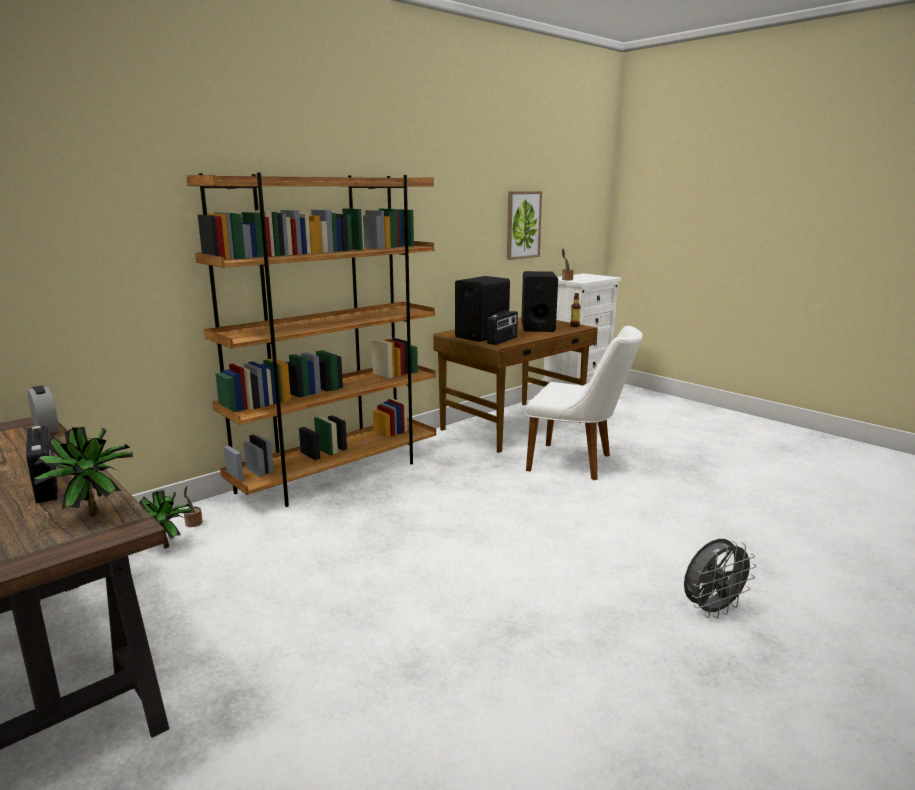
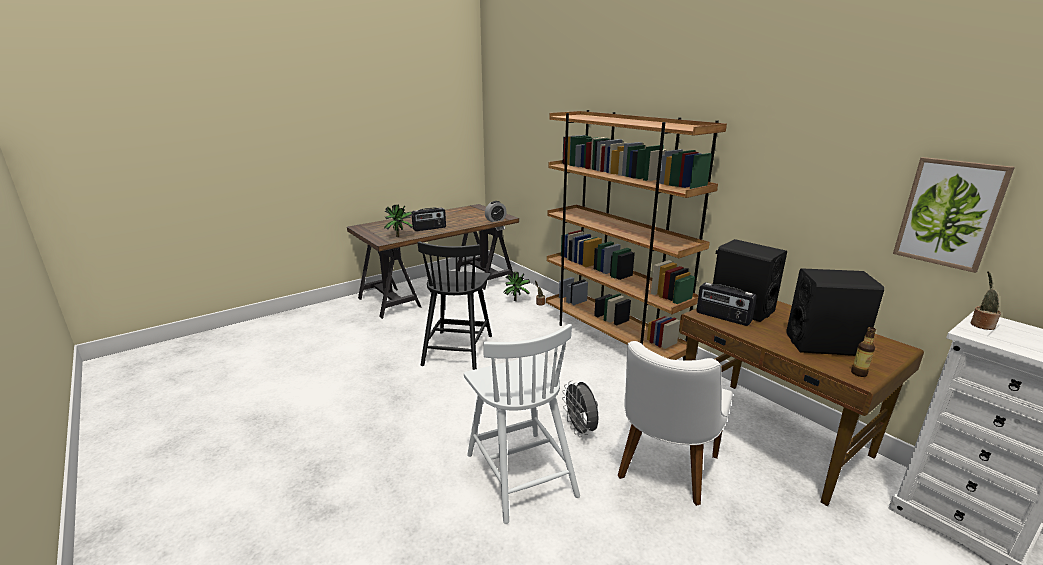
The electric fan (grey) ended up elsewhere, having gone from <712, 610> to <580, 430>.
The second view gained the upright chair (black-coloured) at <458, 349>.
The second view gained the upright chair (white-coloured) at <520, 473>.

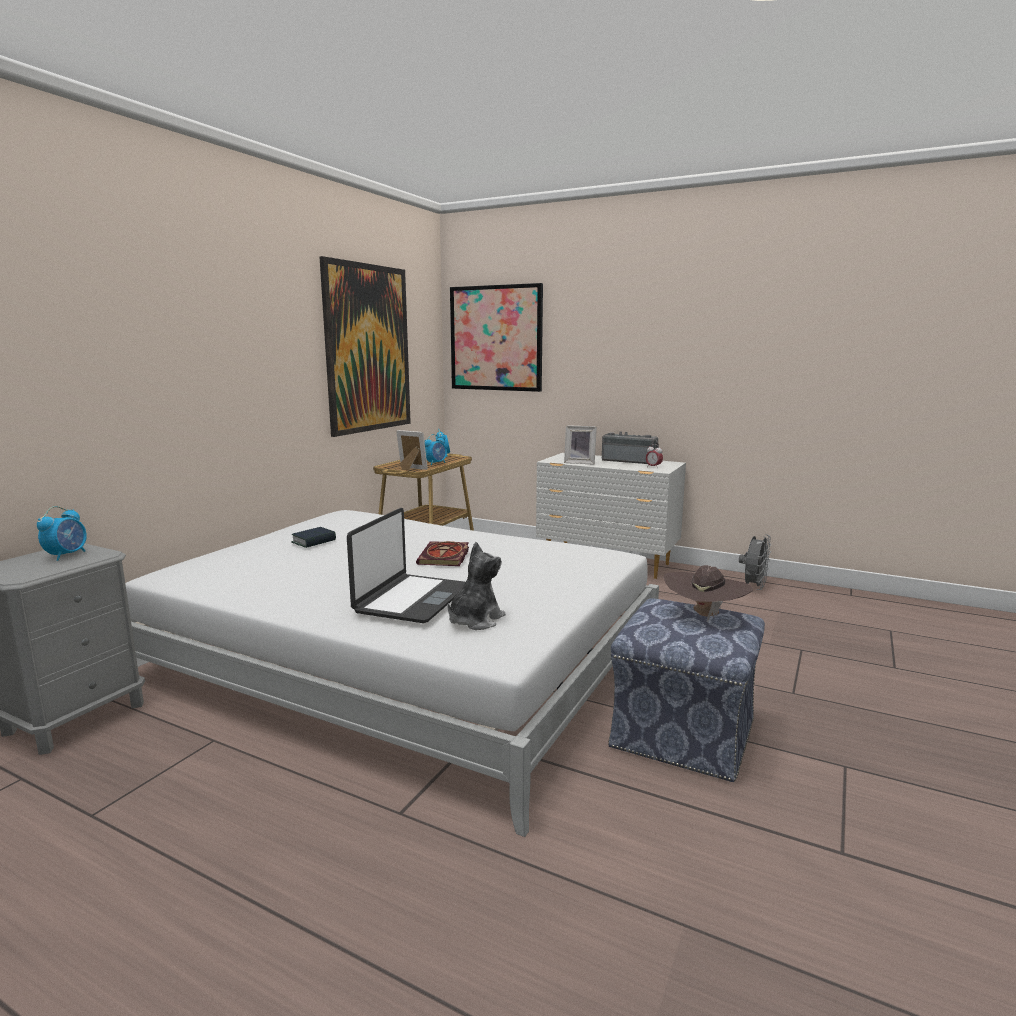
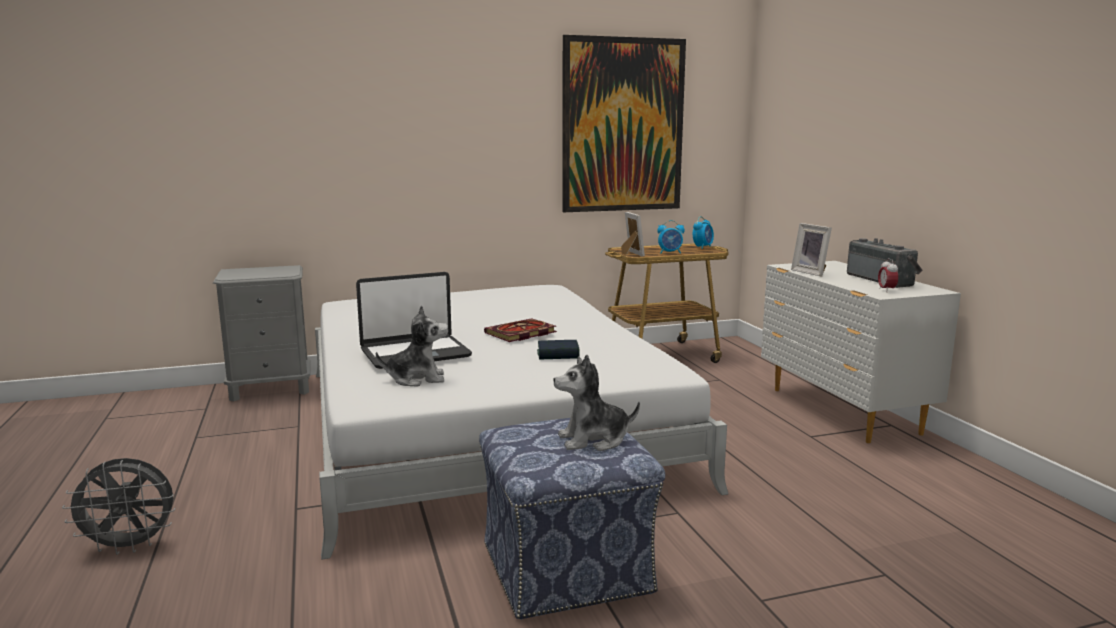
The second view lost the wall picture at <496, 338>.
The second view lost the alarm clock at <67, 555>.
The book ended up elsewhere, having gone from <314, 541> to <558, 355>.
The electric fan (grey) ended up elsewhere, having gone from <753, 587> to <130, 546>.
Where the clothing hat (brown-coloured) stood at <704, 616>, the plush toy came to stand at <593, 440>.

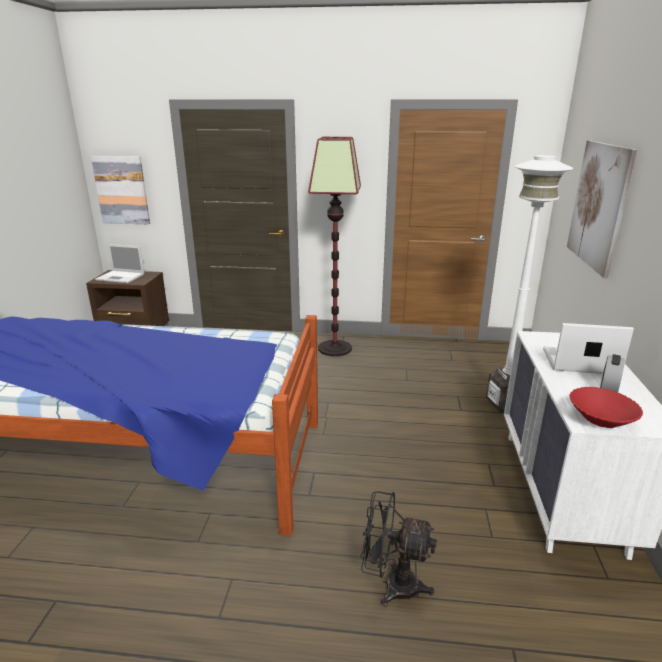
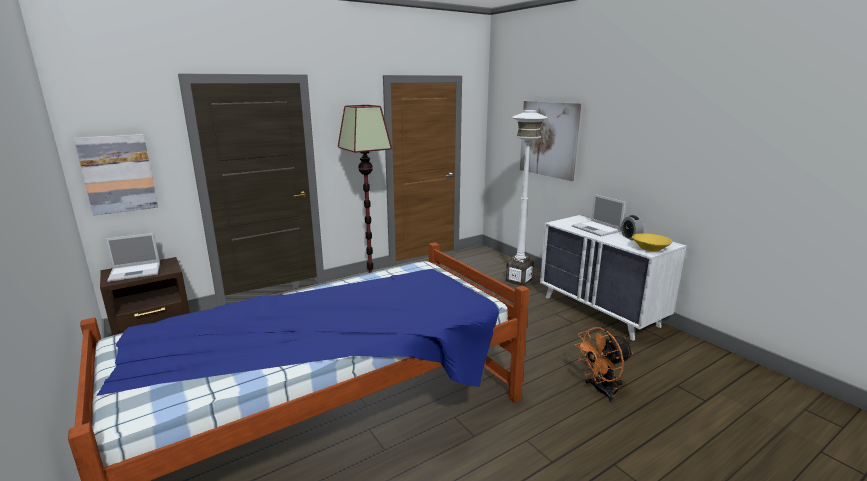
The notebook computer at <578, 362> ended up facing another way, 90 degrees counterclockwise from before.
What was the serving bowl (reddish) at <600, 419> turned into the serving bowl (yellow) at <650, 249>.
What was the electric fan (black-coloured) at <392, 584> turned into the electric fan (orange) at <600, 391>.

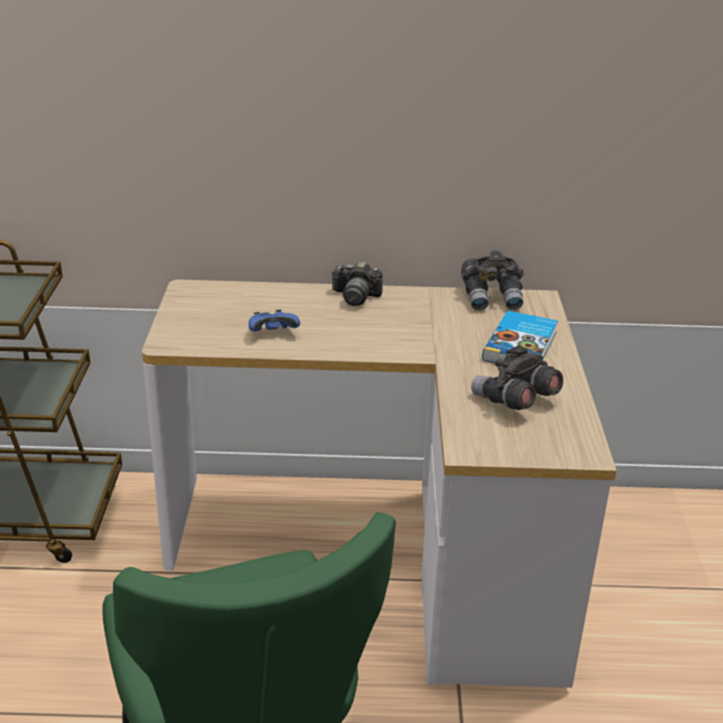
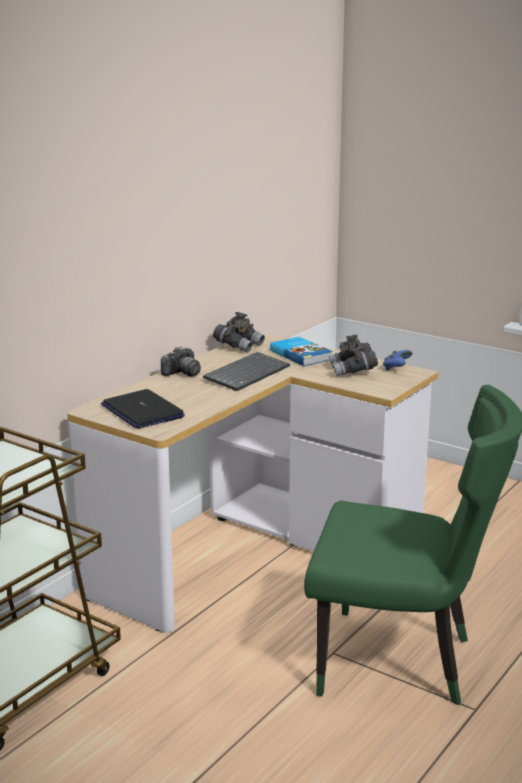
The joypad (blue) ended up elsewhere, having gone from <273, 333> to <396, 368>.
The second view gained the PC keyboard at <246, 373>.
The second view gained the notebook computer at <142, 411>.

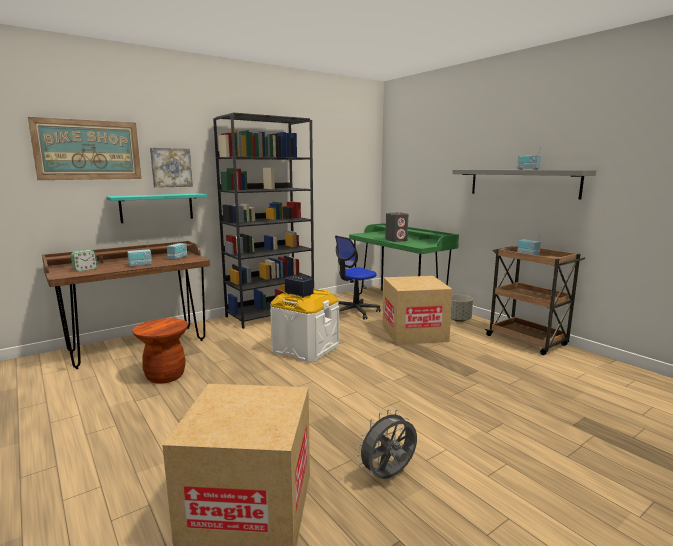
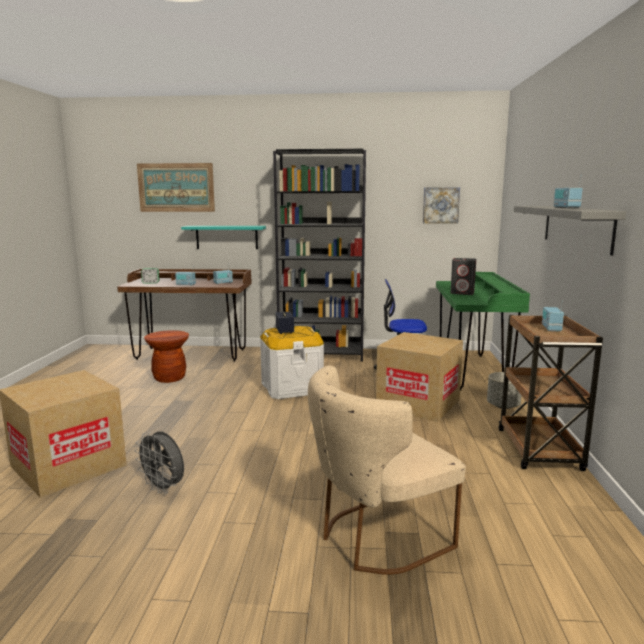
The wall picture ended up elsewhere, having gone from <171, 167> to <440, 205>.
The electric fan (grey) at <388, 476> ended up facing another way, 150 degrees counterclockwise from before.
The second view gained the upright chair (sand-coloured) at <376, 538>.

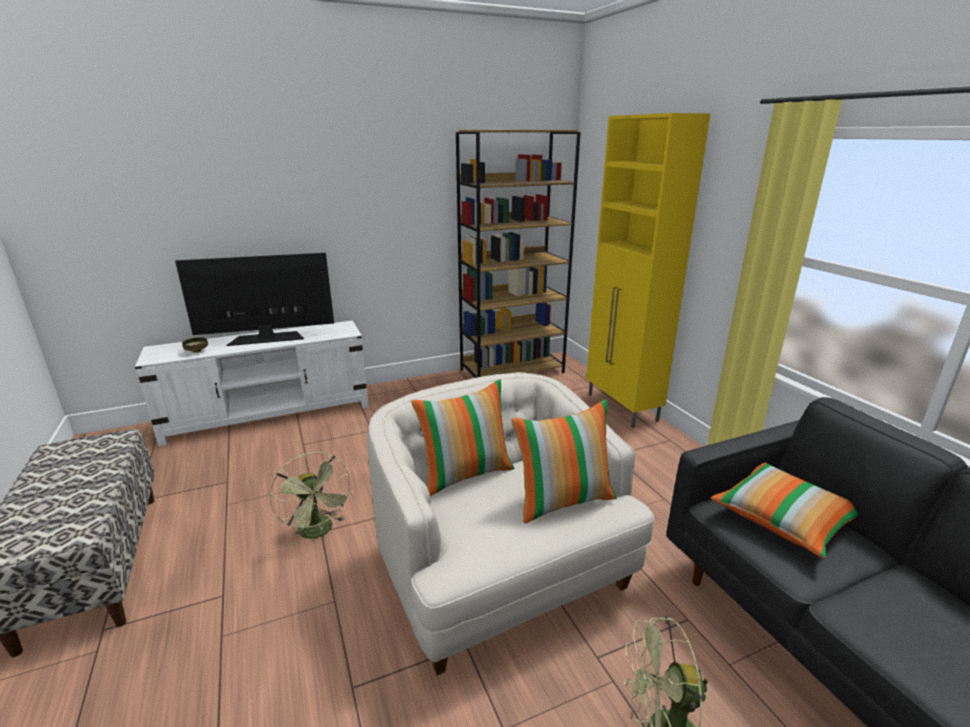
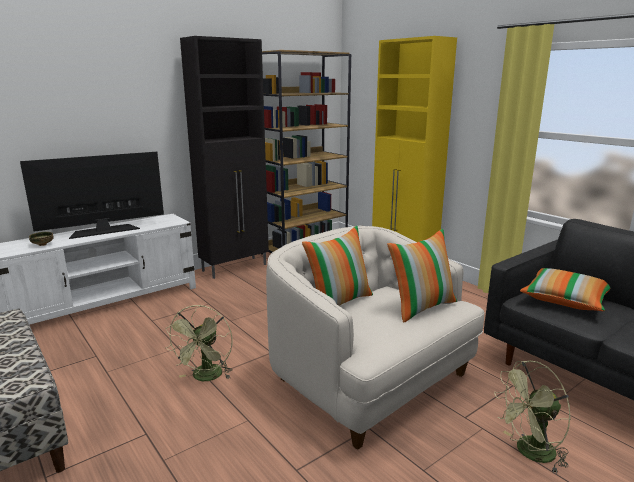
The electric fan (green-coloured) at <319, 532> ended up facing another way, 60 degrees clockwise from before.
The second view gained the cabinet (black-coloured) at <235, 267>.

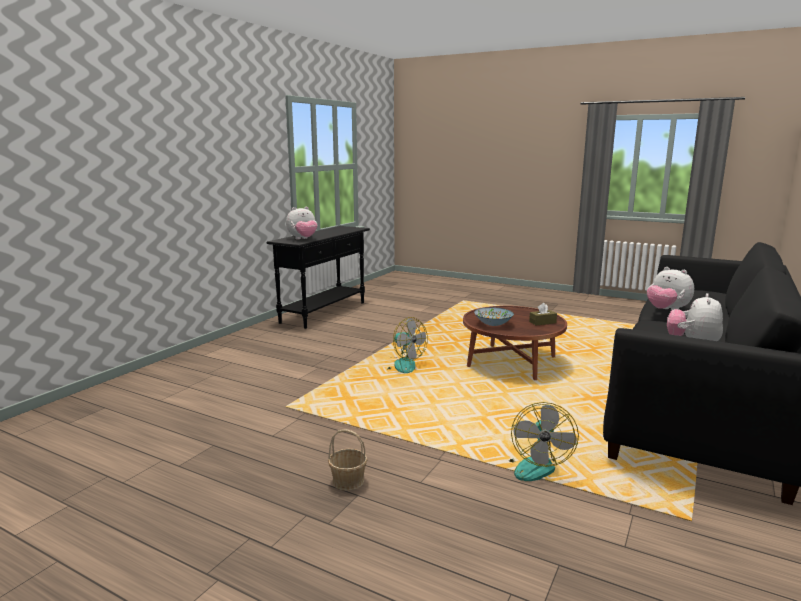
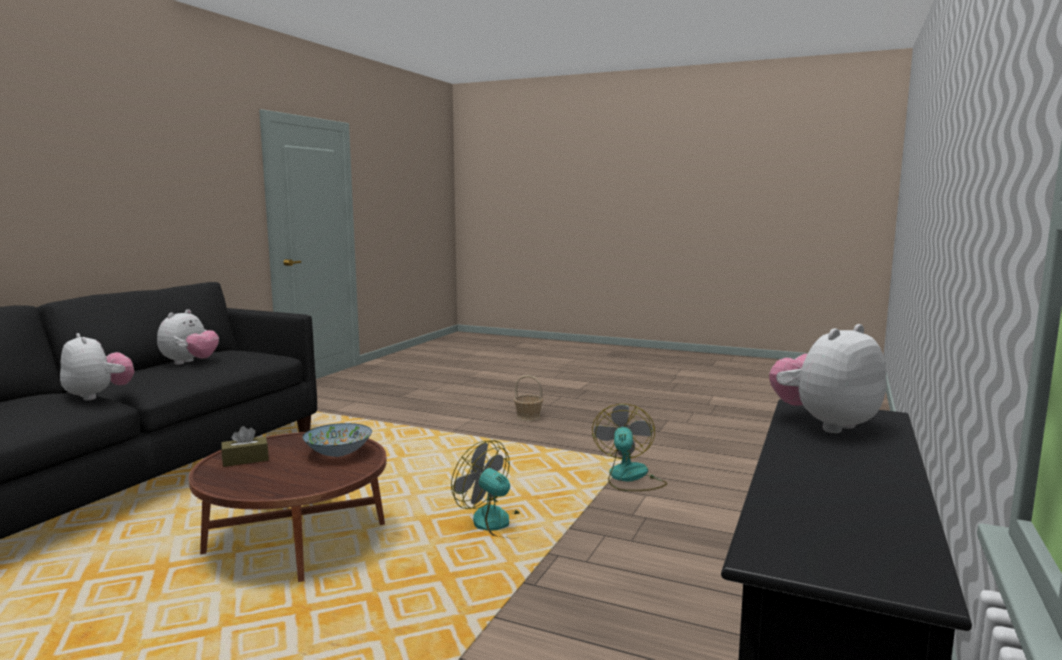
The electric fan ended up elsewhere, having gone from <534, 464> to <629, 478>.

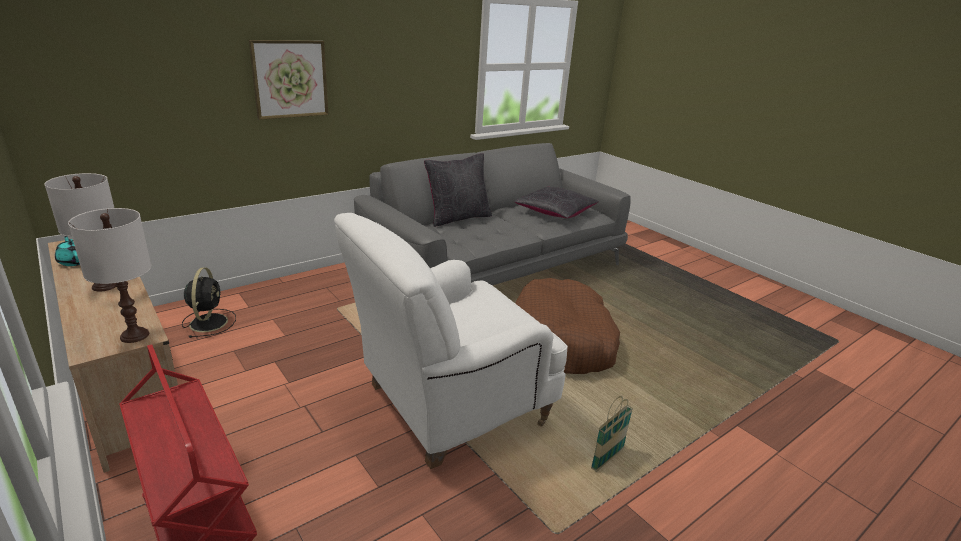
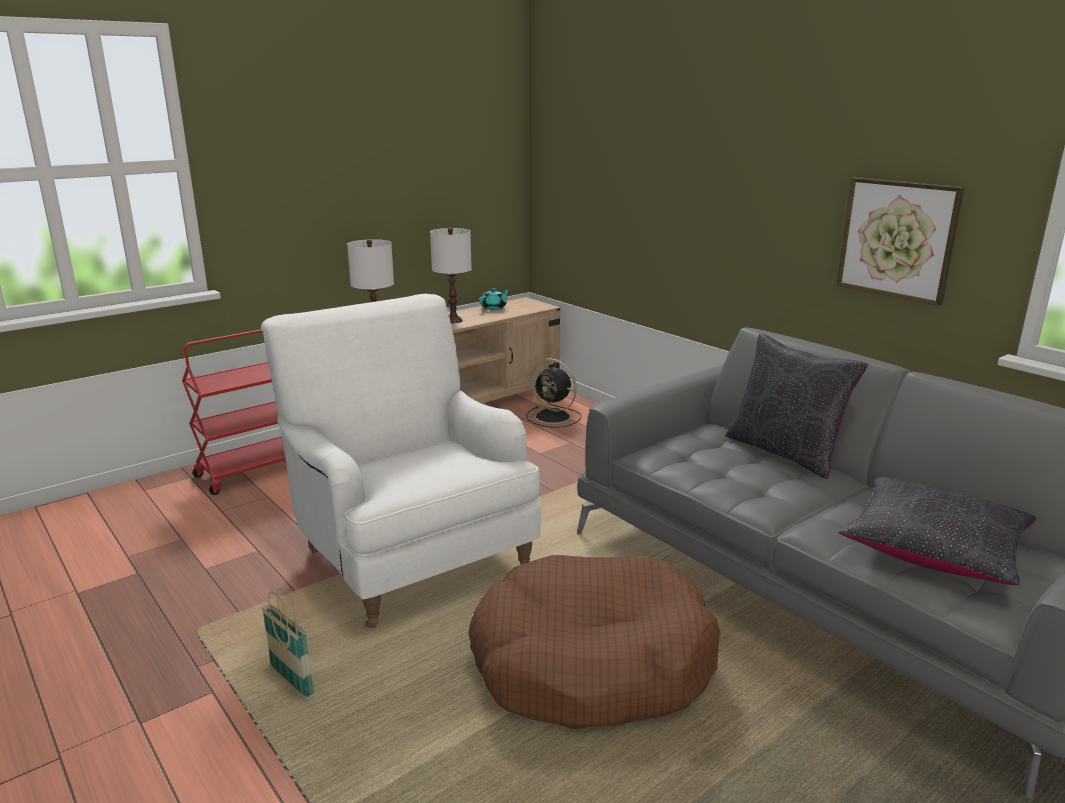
The wall picture ended up elsewhere, having gone from <290, 79> to <897, 239>.
The electric fan (black-coloured) at <209, 322> ended up facing another way, 45 degrees clockwise from before.

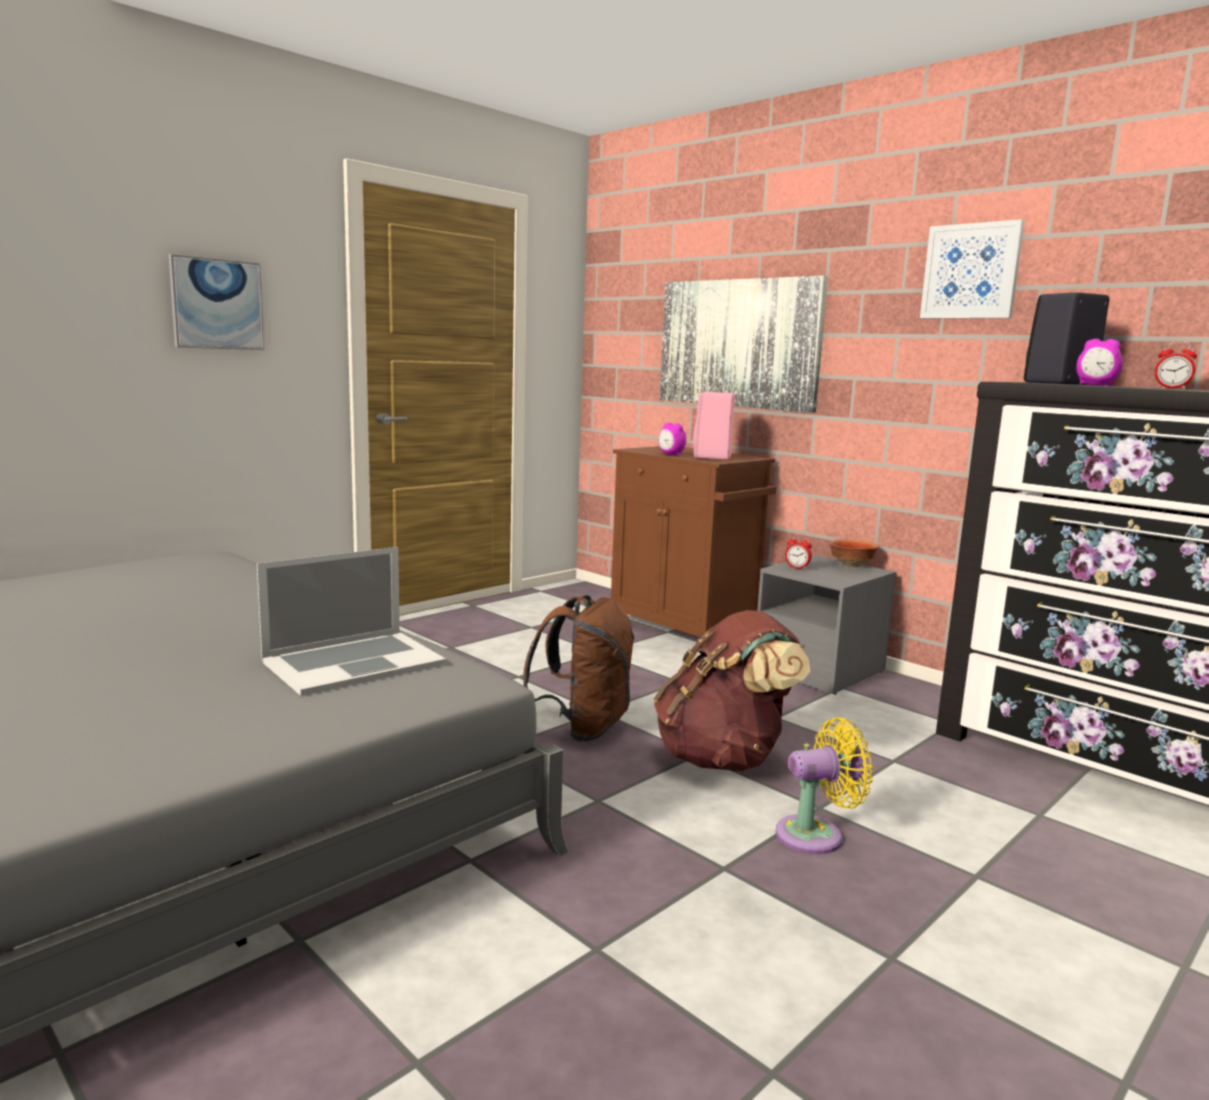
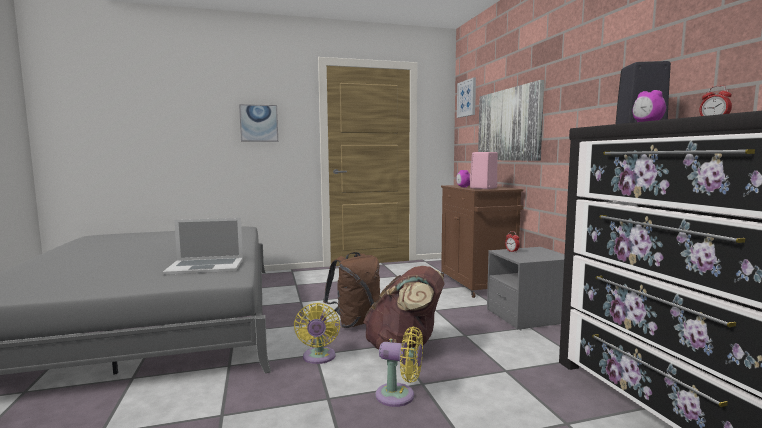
The wall picture ended up elsewhere, having gone from <971, 271> to <467, 98>.
The second view lost the serving bowl at <851, 565>.
The second view gained the electric fan (yellow) at <318, 358>.

